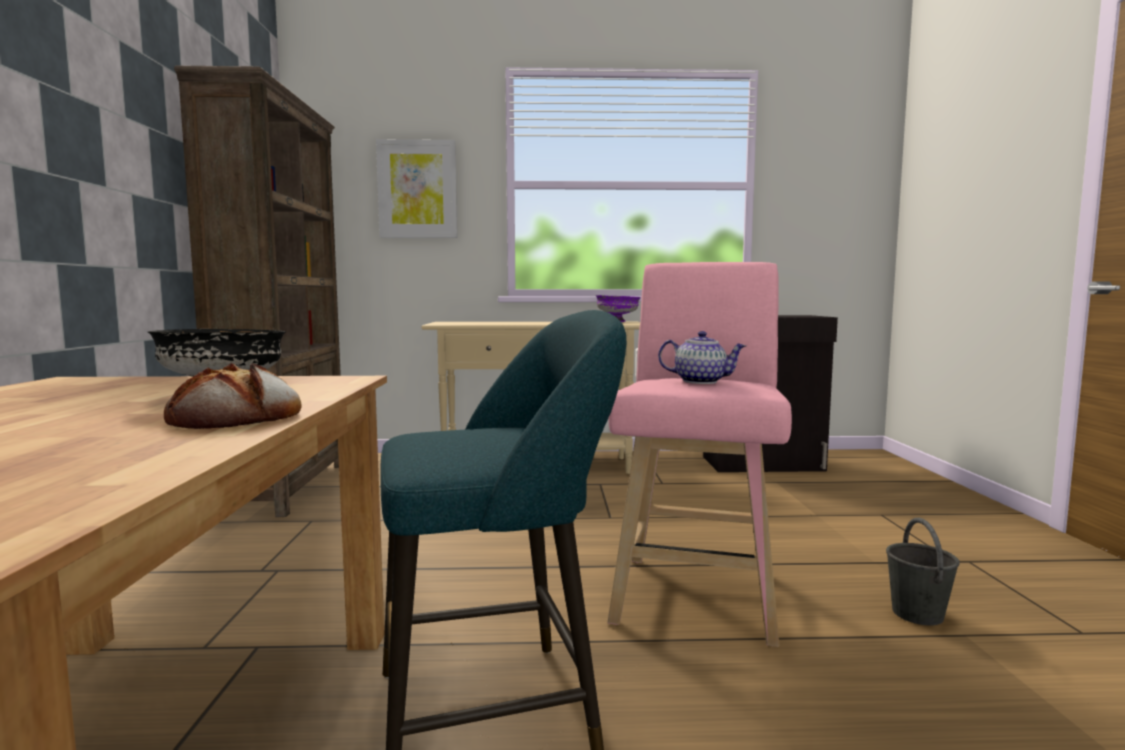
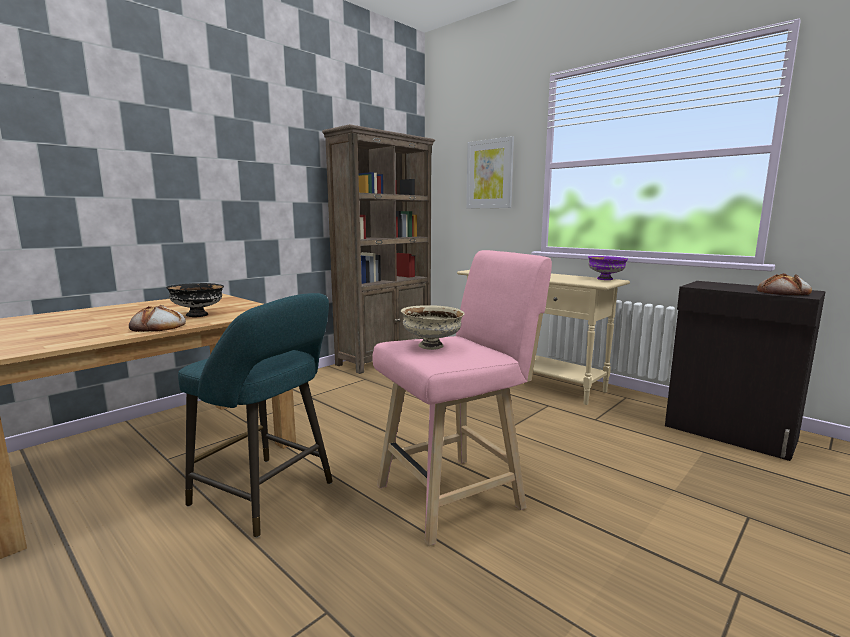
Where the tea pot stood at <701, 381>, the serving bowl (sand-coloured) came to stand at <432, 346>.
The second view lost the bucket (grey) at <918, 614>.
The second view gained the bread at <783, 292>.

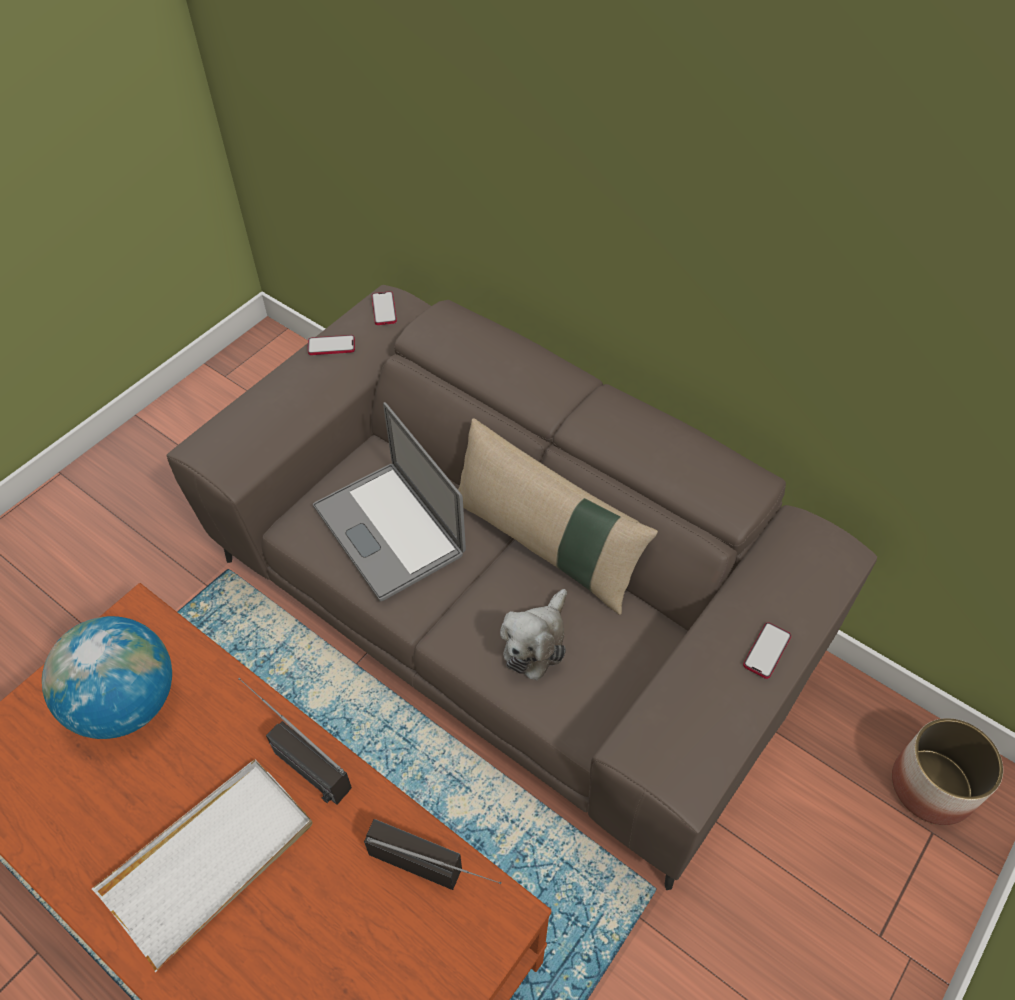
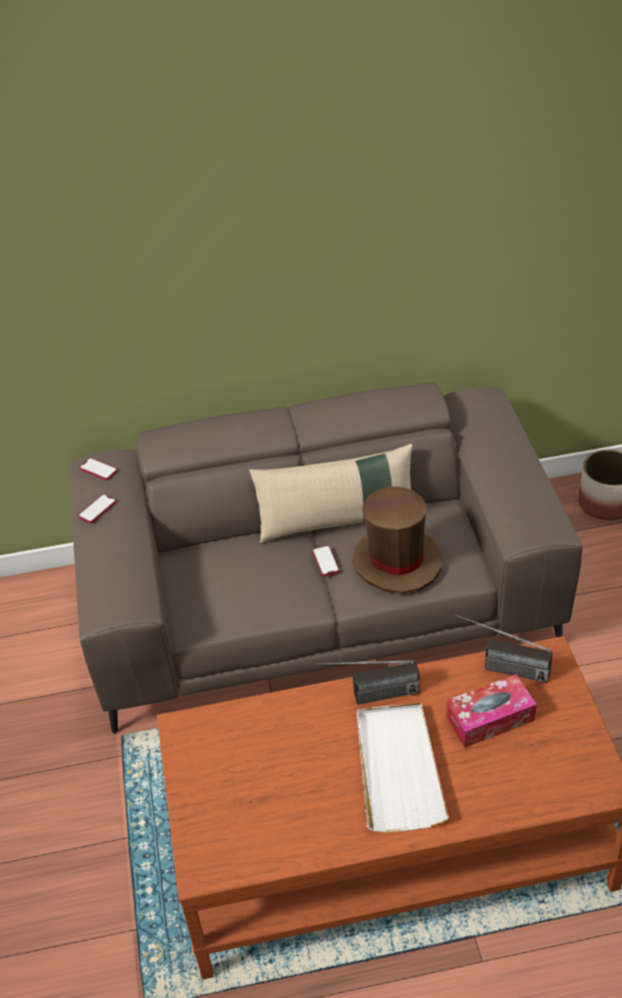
The second view lost the notebook computer at <388, 530>.
Where the plush toy stood at <536, 642>, the clothing hat (brown-coloured) came to stand at <397, 561>.
The second view lost the globe at <126, 702>.
The phone ended up elsewhere, having gone from <766, 651> to <325, 561>.
The radio at <439, 868> ended up facing another way, 135 degrees counterclockwise from before.
The second view gained the box of tissues at <490, 718>.

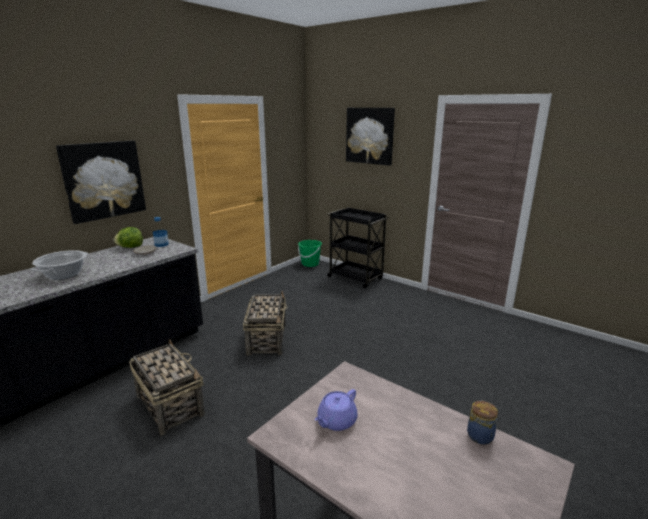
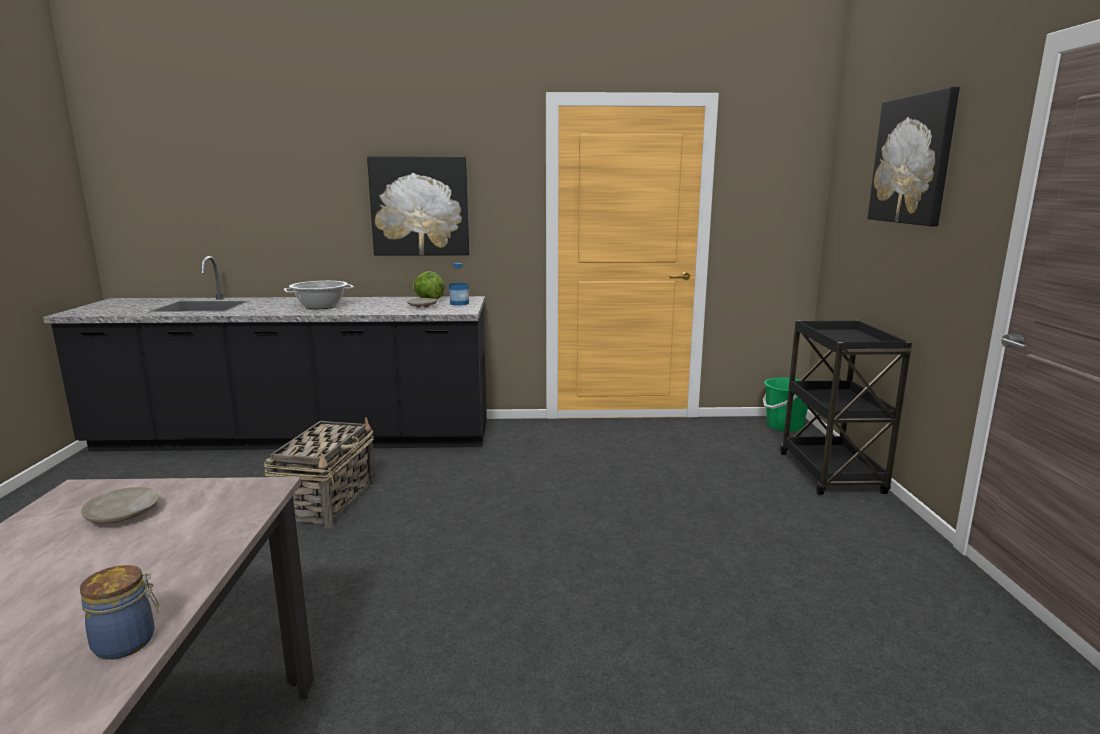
The second view lost the basket at <267, 339>.
Where the tea pot (purple-coloured) stood at <336, 421>, the dinner plate (sand-coloured) came to stand at <123, 515>.

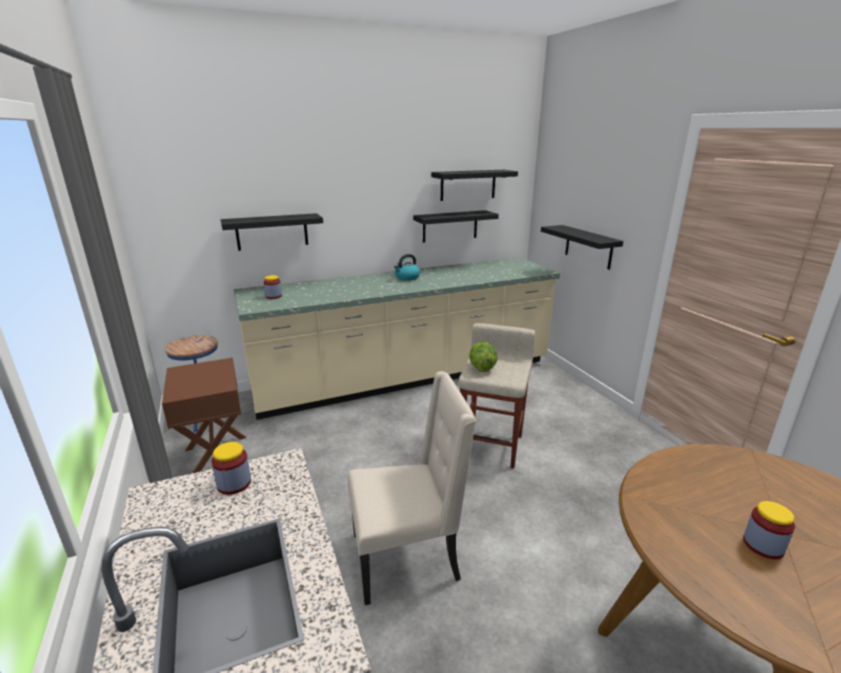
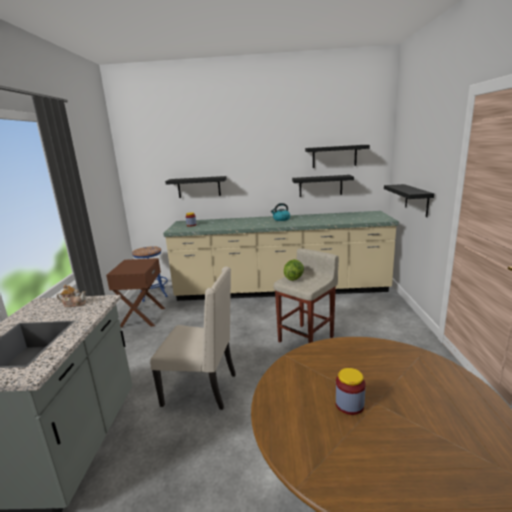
Where the preserve jar stood at <234, 483>, the tea pot came to stand at <74, 304>.

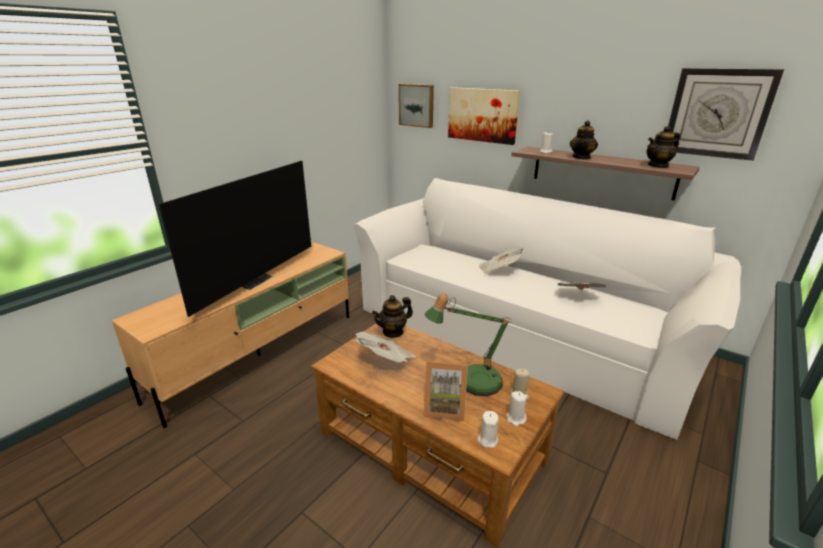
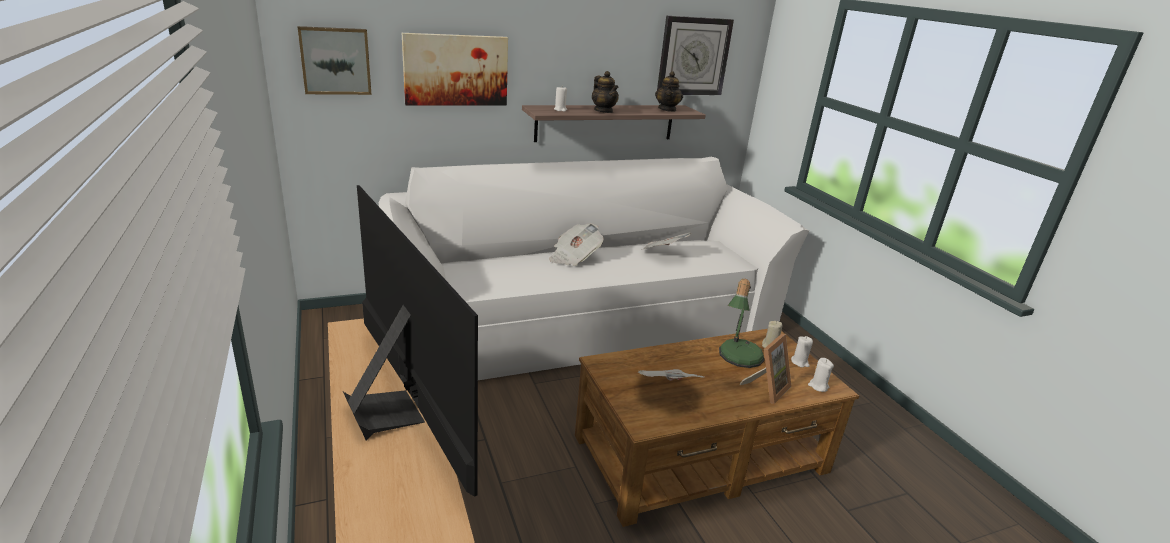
The second view lost the tea pot at <393, 332>.

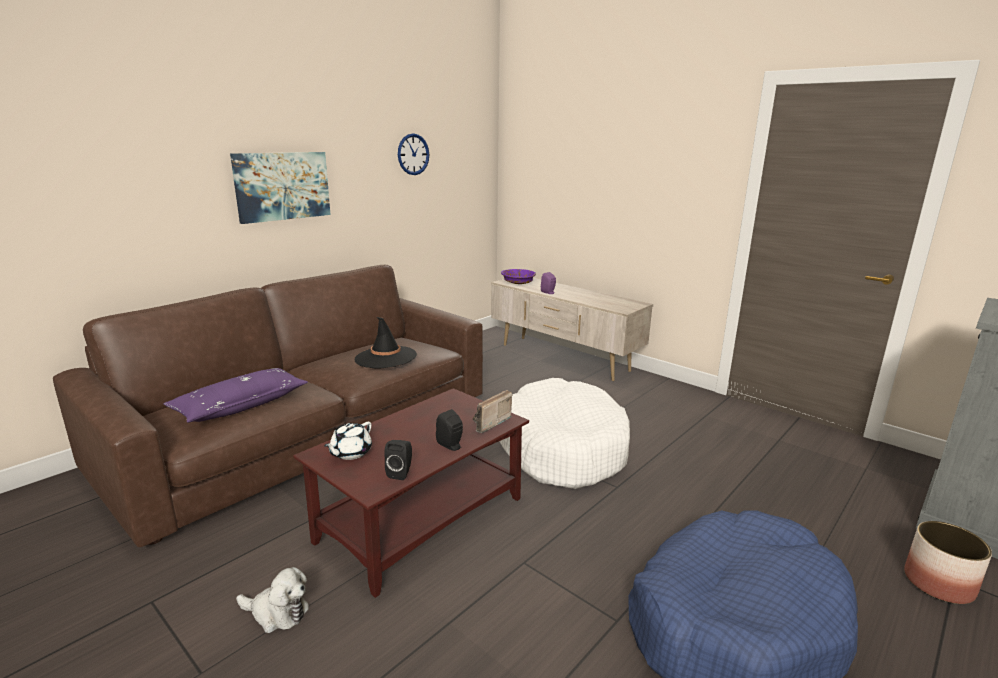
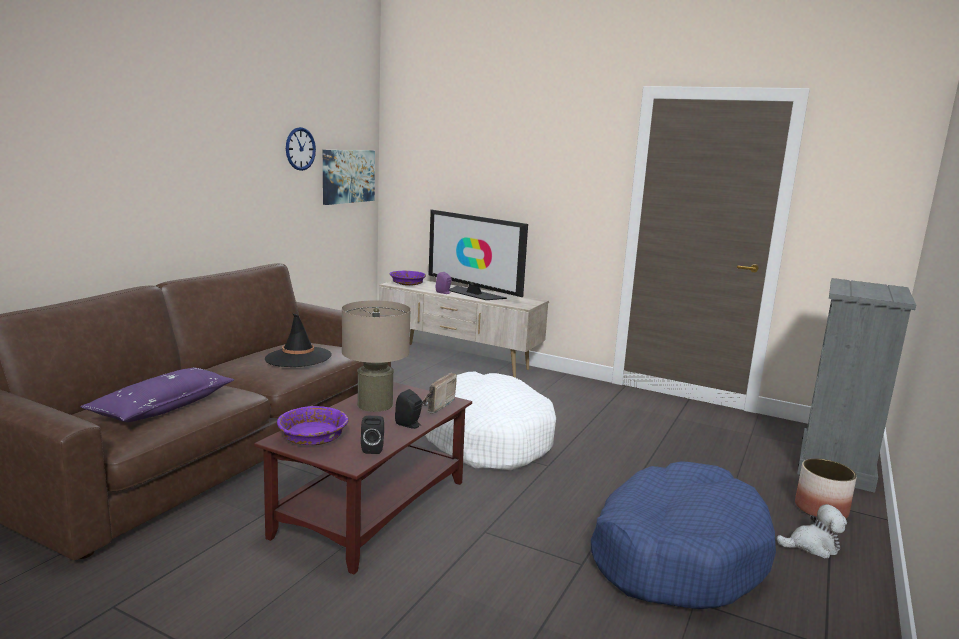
The wall picture ended up elsewhere, having gone from <282, 186> to <348, 176>.
Where the tea pot (white-coloured) stood at <350, 453>, the serving bowl (purple-coloured) came to stand at <313, 437>.
The plush toy ended up elsewhere, having gone from <277, 613> to <812, 546>.
The second view gained the TV at <474, 294>.
The second view gained the tabletop lamp (sand-coloured) at <375, 405>.

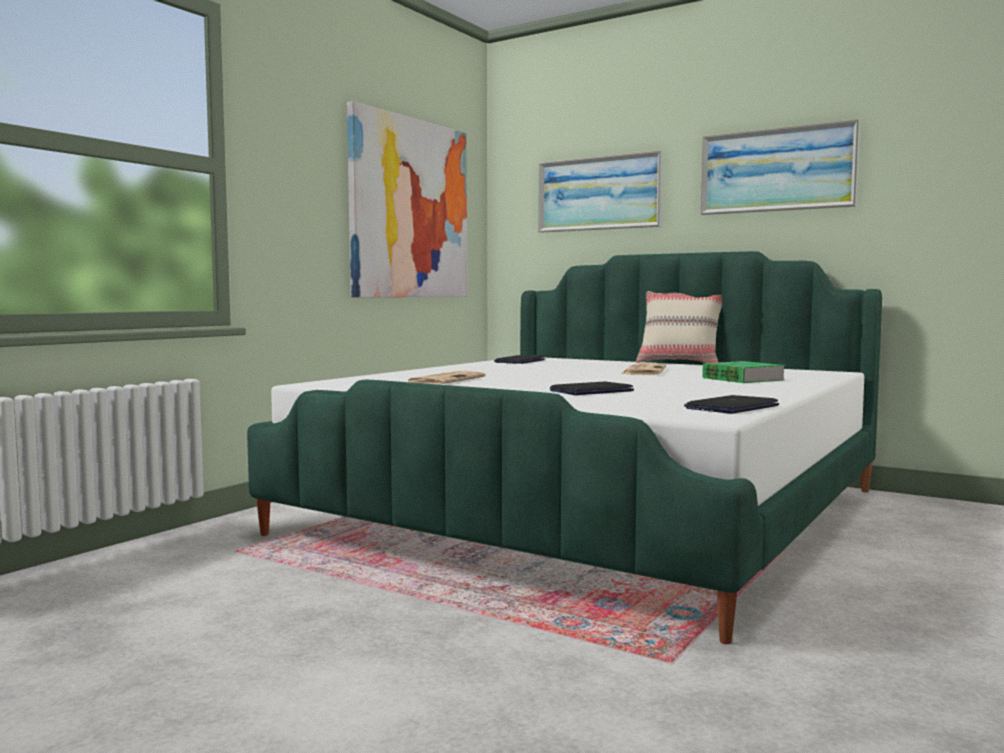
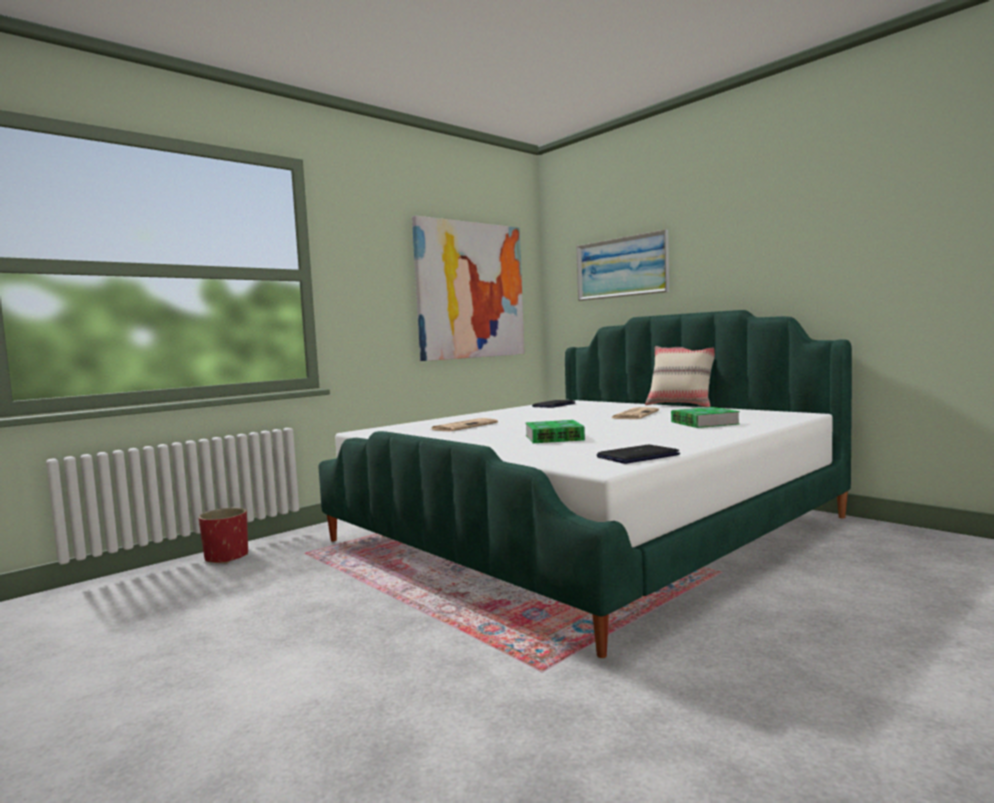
The second view lost the wall picture at <777, 170>.
Where the notebook computer stood at <591, 391>, the book came to stand at <554, 438>.
The second view gained the flower pot (reddish) at <226, 557>.

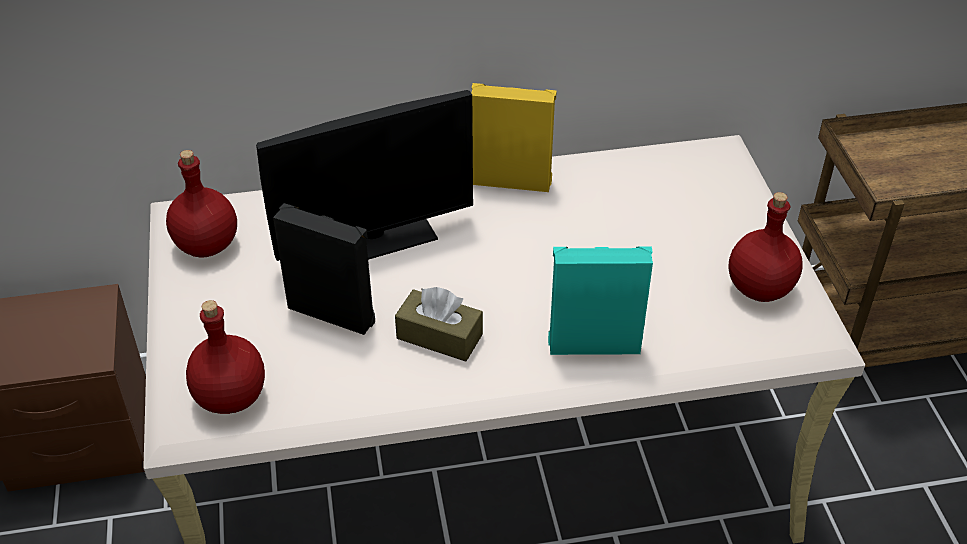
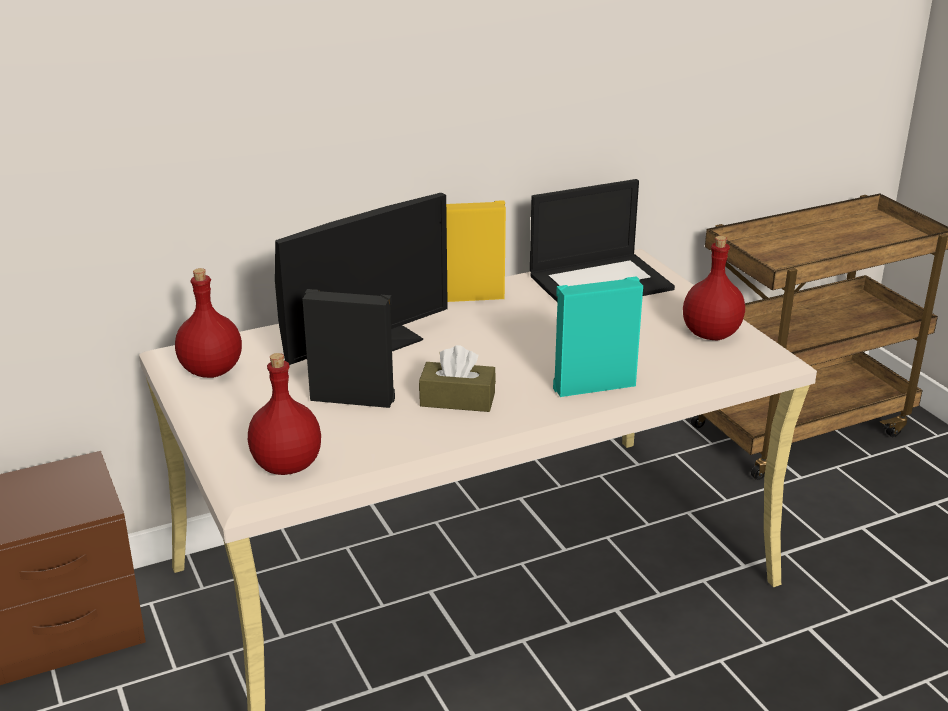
The second view gained the notebook computer at <601, 281>.

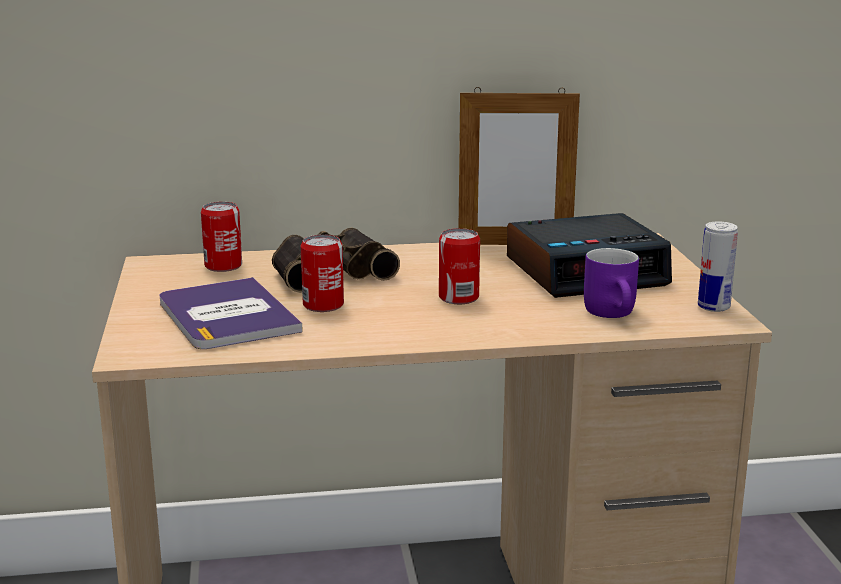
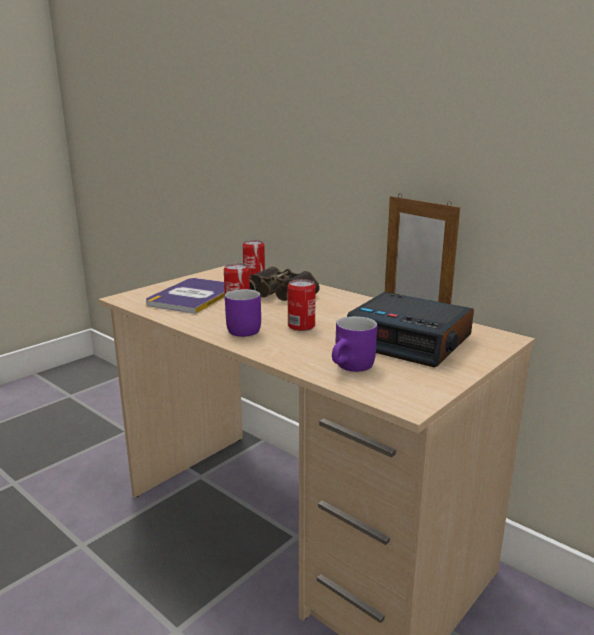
The second view lost the metal can at <713, 307>.
The second view gained the tea mug (purple-coloured) at <244, 329>.

